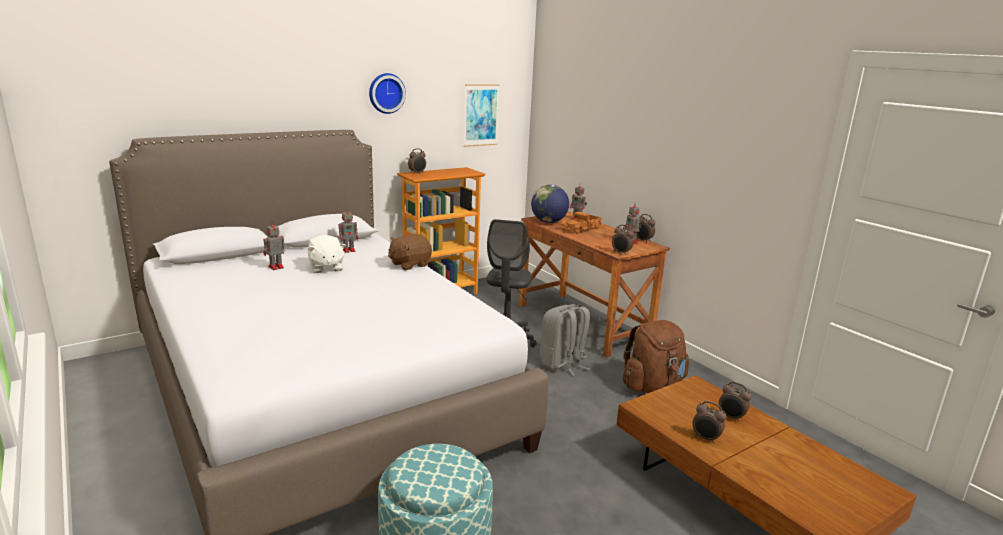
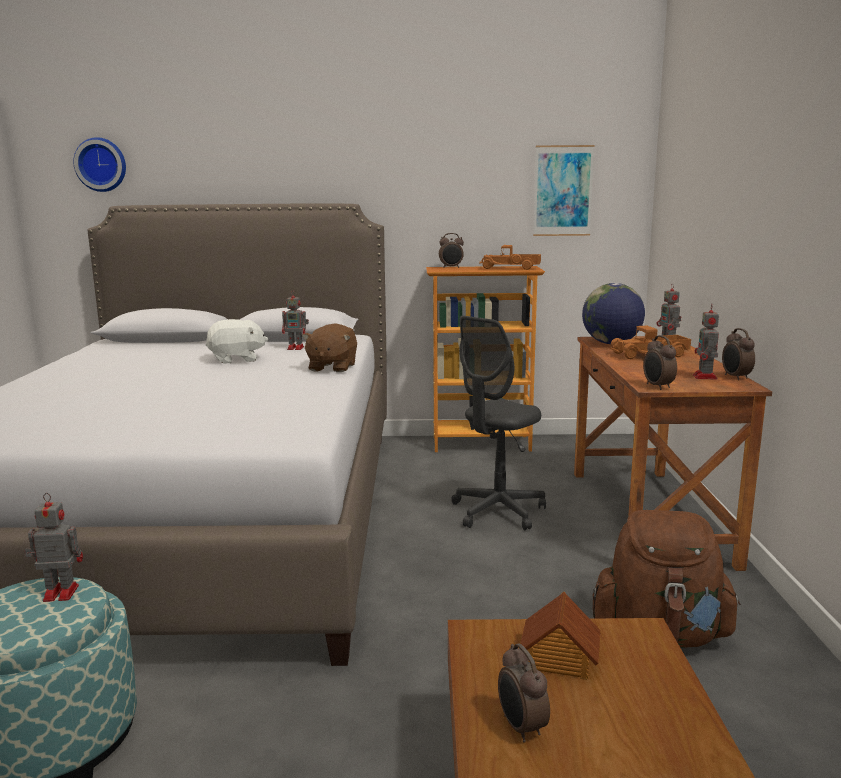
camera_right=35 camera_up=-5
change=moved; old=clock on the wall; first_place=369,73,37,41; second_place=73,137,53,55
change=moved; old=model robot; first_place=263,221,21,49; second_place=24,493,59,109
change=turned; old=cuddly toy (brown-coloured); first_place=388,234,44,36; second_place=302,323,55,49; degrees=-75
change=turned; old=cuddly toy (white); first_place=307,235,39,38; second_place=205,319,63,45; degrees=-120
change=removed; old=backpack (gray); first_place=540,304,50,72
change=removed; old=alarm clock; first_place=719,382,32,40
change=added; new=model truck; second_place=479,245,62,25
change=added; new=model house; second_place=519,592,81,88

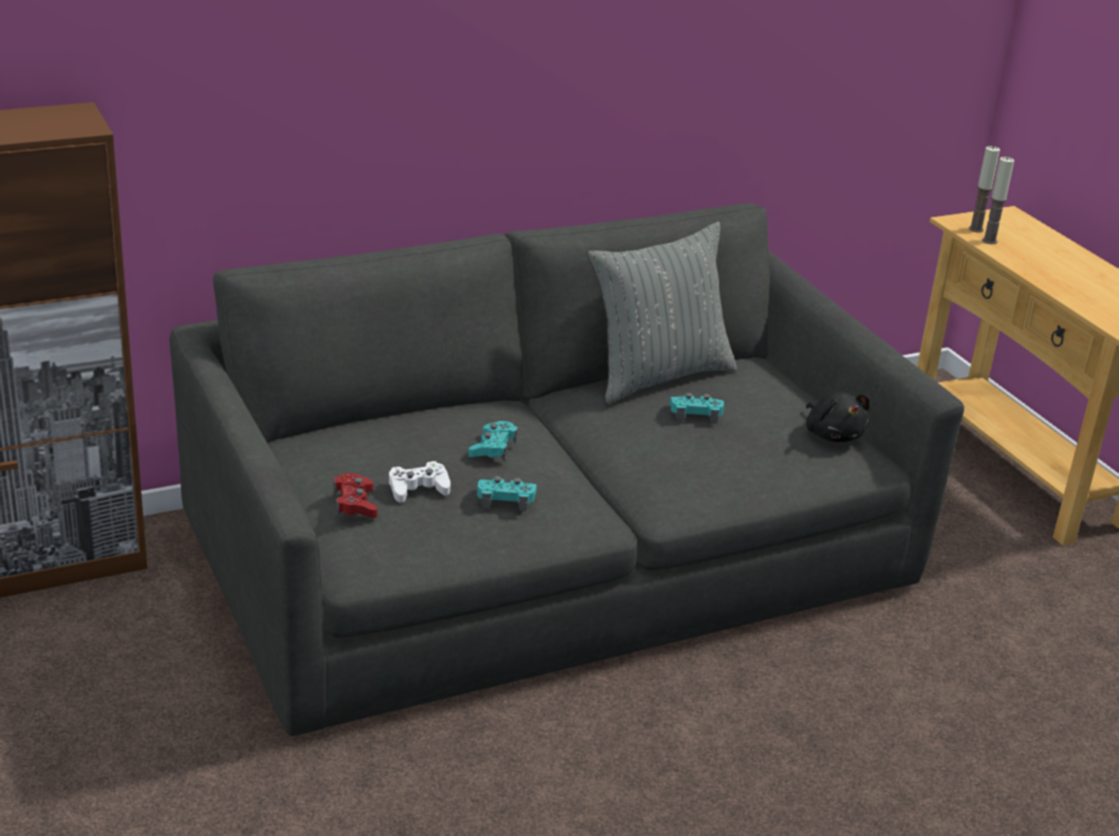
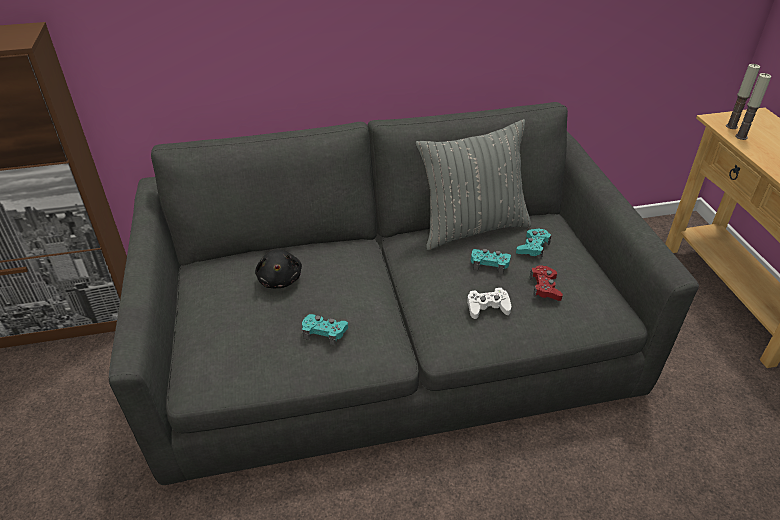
camera_right=15 camera_up=10
change=moved; old=cuddly toy (blackish); first_place=806,391,64,51; second_place=255,249,47,39
change=moved; old=joypad (blue-green); first_place=468,421,50,41; second_place=516,228,35,31
change=moved; old=joypad (white); first_place=389,461,61,42; second_place=467,287,44,32
change=moved; old=joypad (red-coloured); first_place=333,473,45,45; second_place=530,265,33,36

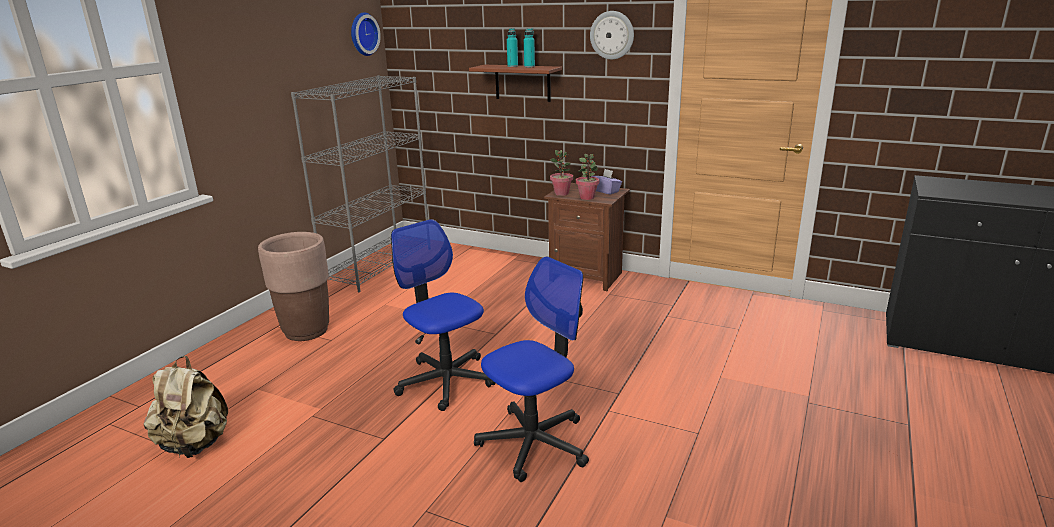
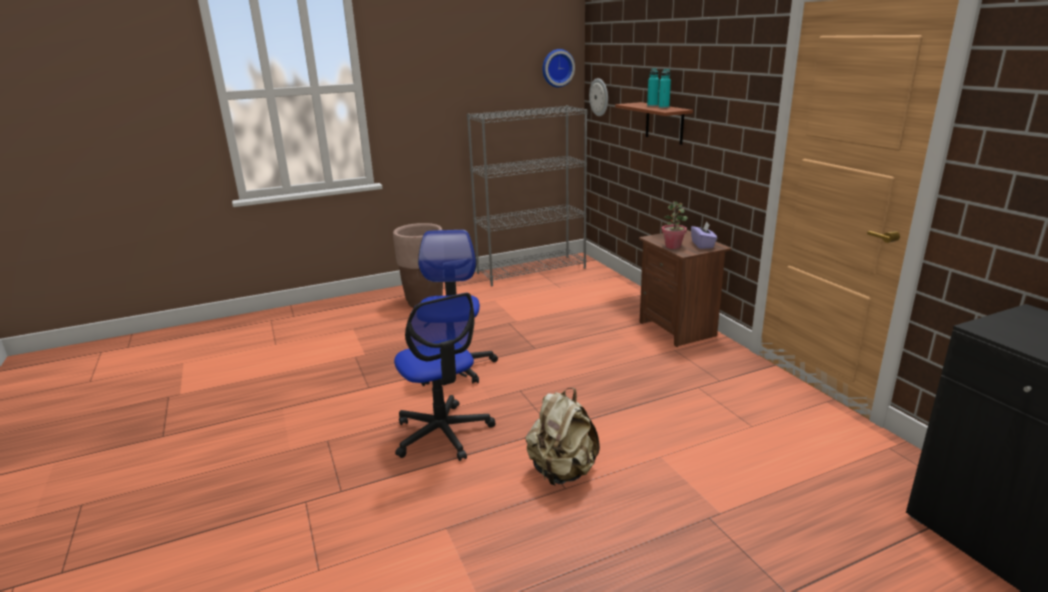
camera_right=40 camera_up=0
change=moved; old=clock on the wall; first_place=590,11,44,49; second_place=589,78,19,38
change=removed; old=houseplant; first_place=550,150,23,46
change=turned; old=office chair; first_place=474,257,115,225; second_place=394,293,101,168; degrees=60
change=moved; old=backpack (beige); first_place=144,356,84,102; second_place=526,388,74,98

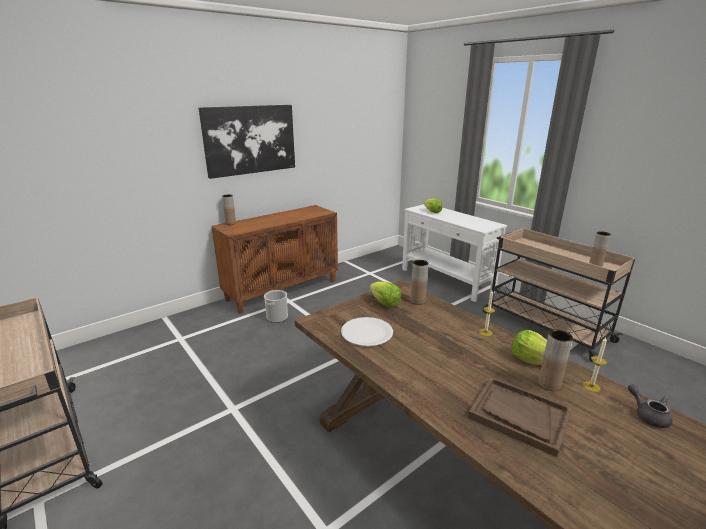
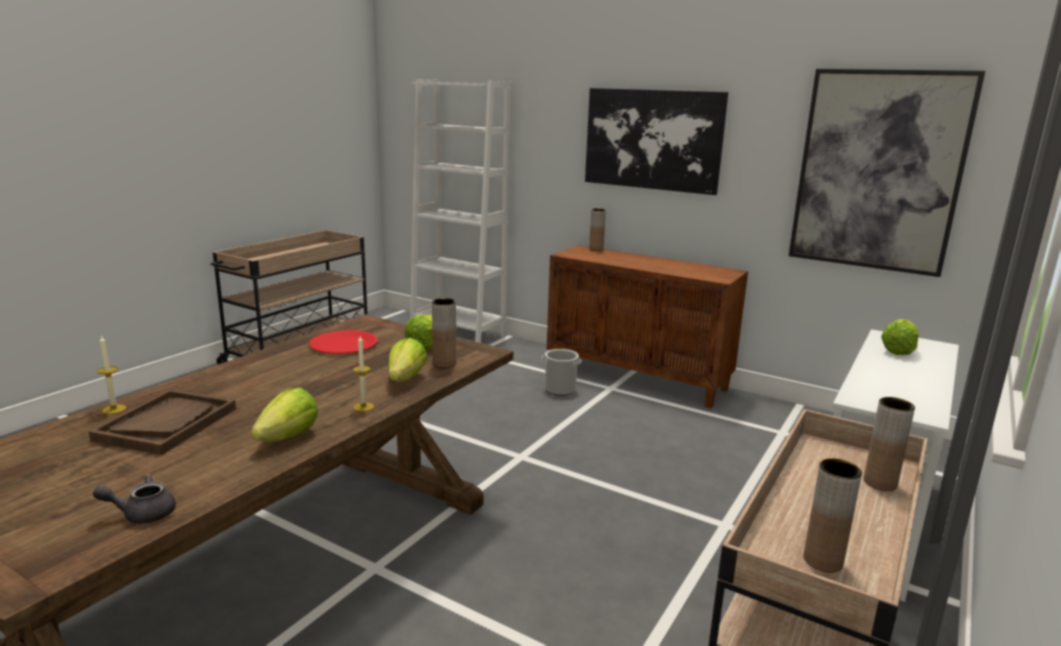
camera_right=70 camera_up=-5
change=recoloured; old=plate (white); new=plate (red-coloured); first_place=341,317,52,29; second_place=309,330,69,24
change=moved; old=decorative vase (brown-coloured); first_place=538,329,35,62; second_place=864,397,51,94
change=moved; old=wax candle; first_place=583,337,24,55; second_place=97,335,29,79
change=turned; old=pot for tea (gray); first_place=628,384,45,44; second_place=93,474,83,50; degrees=-150
change=added; new=picture; second_place=789,69,196,208
change=added; new=shelving unit (white); second_place=410,79,100,264
change=added; new=lettuce; second_place=388,338,39,44

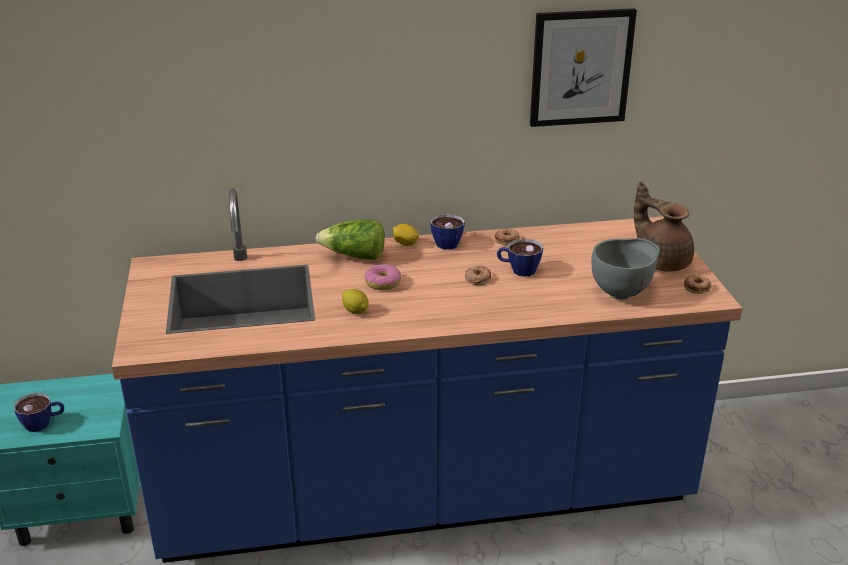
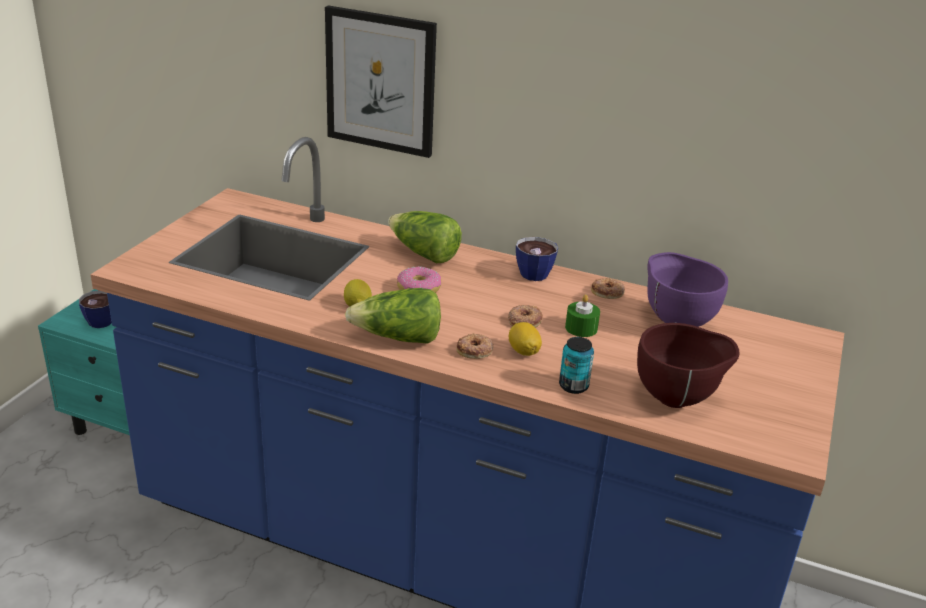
camera_right=30 camera_up=0
change=moved; old=picture; first_place=530,8,107,119; second_place=325,5,112,153
change=removed; old=pot for tea (brown-coloured); first_place=634,182,60,90
change=moved; old=lemon; first_place=393,224,26,22; second_place=509,322,33,34
change=recoloured; old=deep dish (gray); new=deep dish (brown-coloured); first_place=592,238,68,62; second_place=637,323,102,85
change=replaced; old=drinking cup; new=wax candle (greenish); first_place=497,239,46,38; second_place=565,294,35,43
change=moved; old=ring doughnut; first_place=684,275,28,19; second_place=456,333,38,26
change=added; new=deep dish (purple); second_place=647,252,81,75
change=added; new=lettuce; second_place=345,288,96,56
change=added; new=metal can; second_place=559,337,35,57

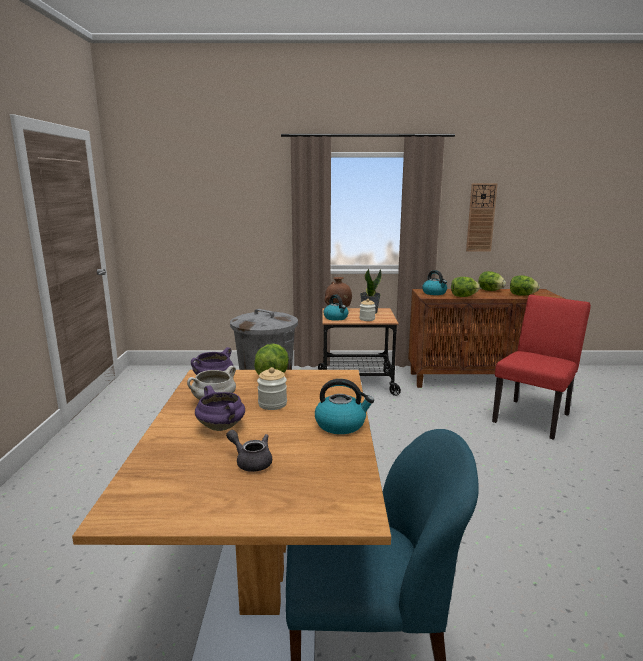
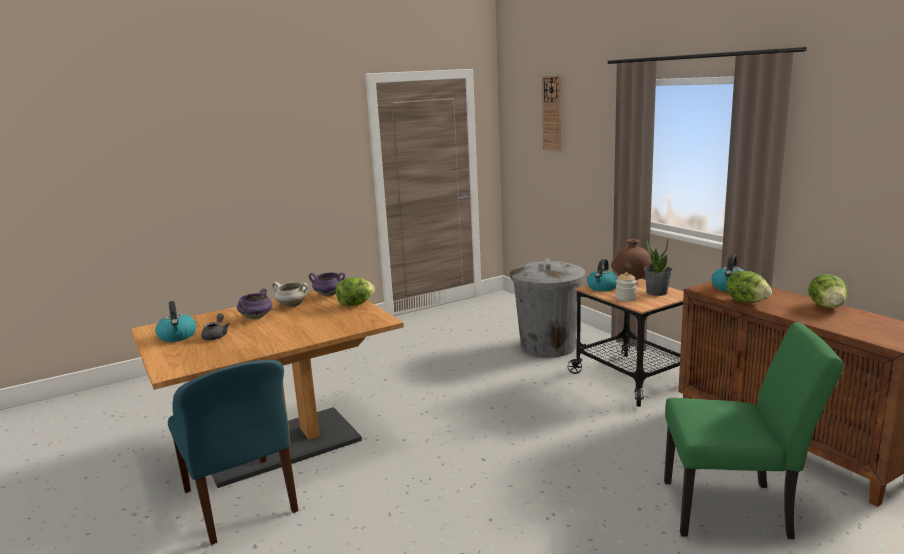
camera_right=60 camera_up=0
change=moved; old=clock on the wall; first_place=466,183,32,69; second_place=542,75,19,76
change=removed; old=lettuce; first_place=510,275,30,21
change=recoloured; old=plain chair (red-coloured); new=plain chair (greenish); first_place=492,295,99,145; second_place=664,322,180,217
change=removed; old=jar; first_place=257,367,30,43
change=moved; old=kettle; first_place=315,379,59,55; second_place=155,301,41,41

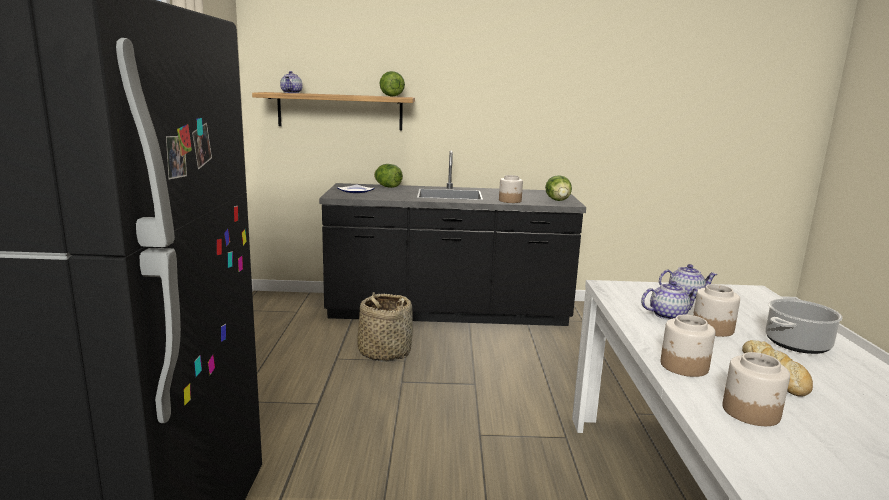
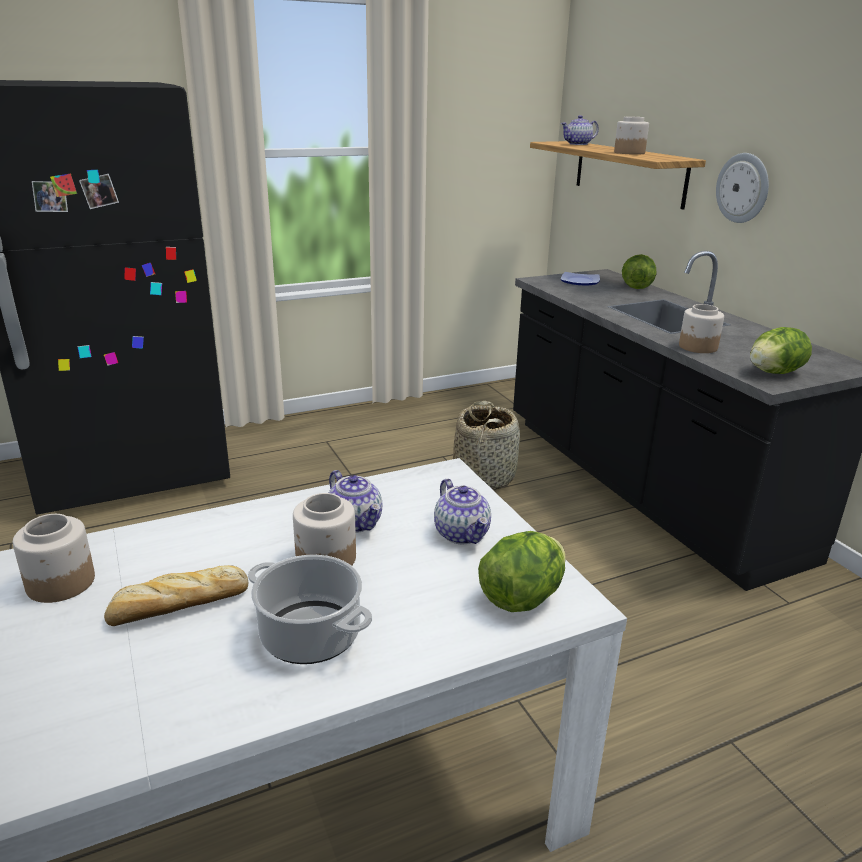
camera_right=65 camera_up=10
change=moved; old=lettuce; first_place=379,71,26,26; second_place=478,531,88,81
change=moved; old=jar; first_place=660,315,56,62; second_place=614,117,35,38
change=added; new=clock on the wall; second_place=716,153,53,70

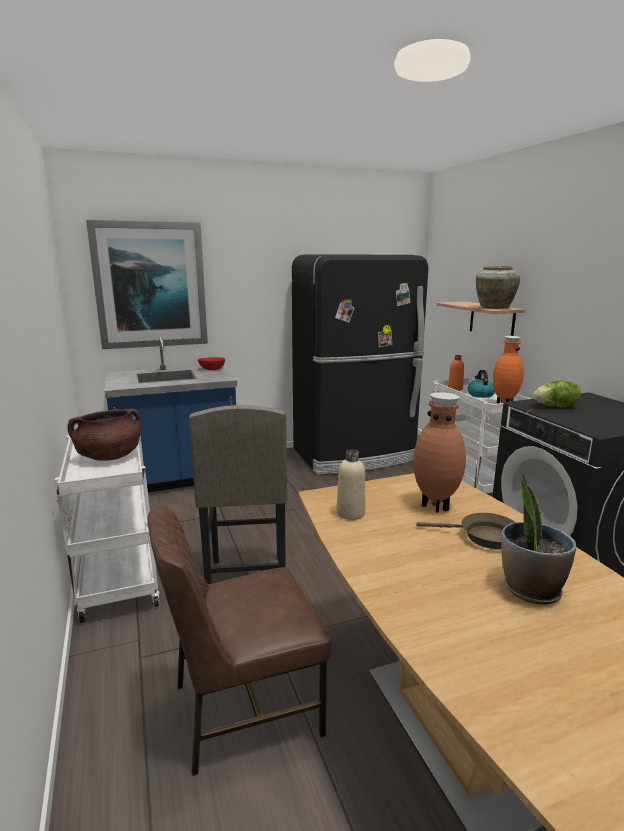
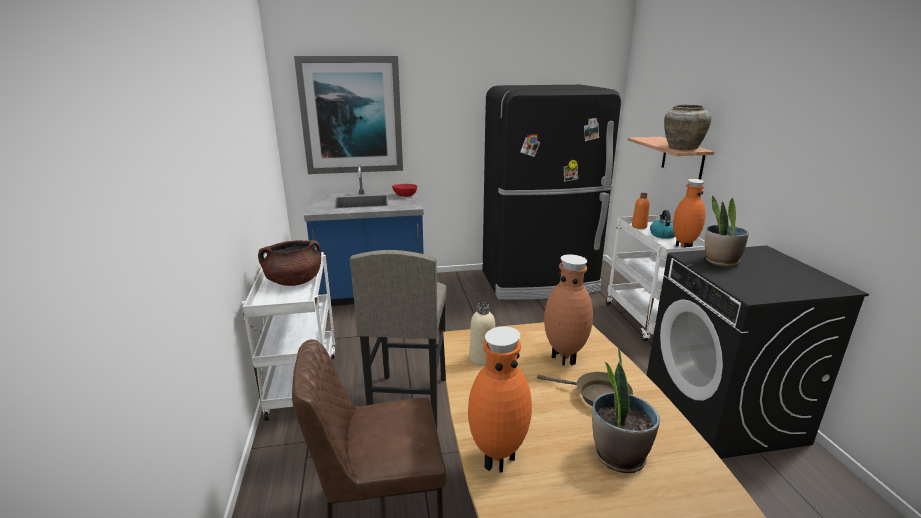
camera_right=10 camera_up=5
change=replaced; old=lettuce; new=houseplant; first_place=533,381,48,26; second_place=705,196,44,71
change=added; new=decorative vase (orange); second_place=468,326,64,146

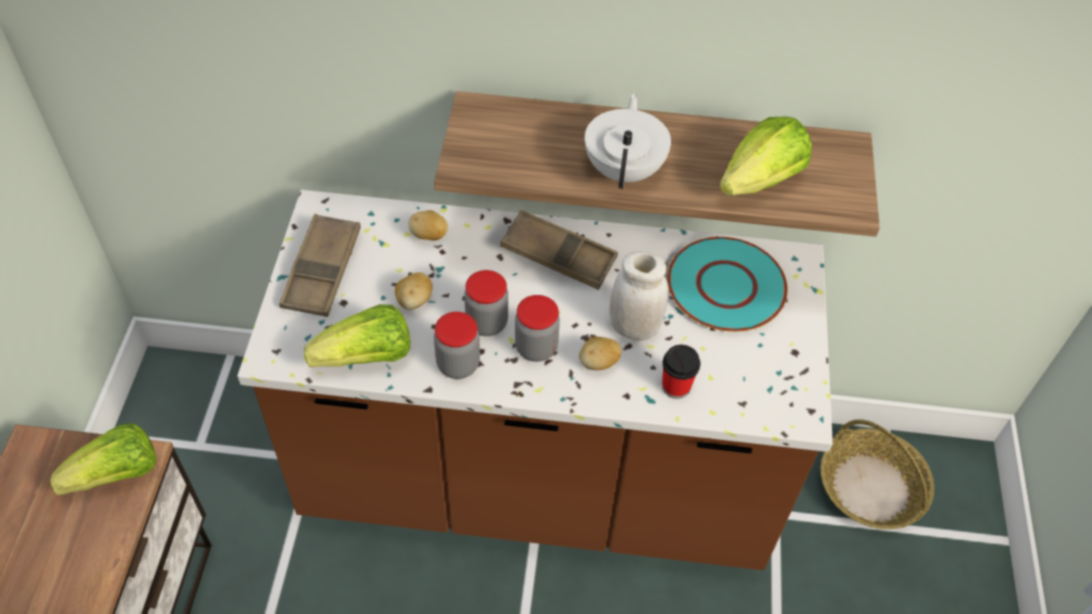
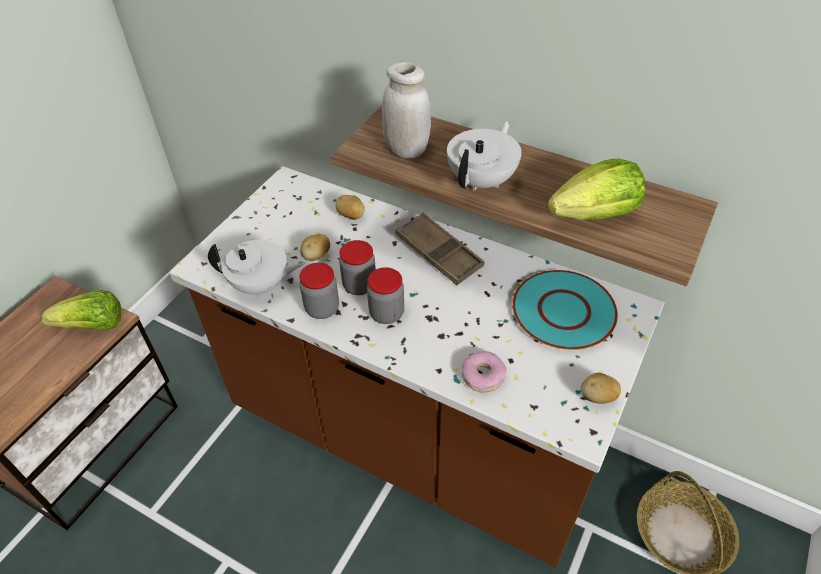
camera_right=25 camera_up=-5
change=removed; old=carrying tray (brown-coloured); first_place=279,214,82,103
change=moved; old=jar (white); first_place=609,251,59,90; second_place=382,61,49,97
change=replaced; old=lettuce; new=pot for tea (white); first_place=304,304,106,63; second_place=208,240,96,57
change=moved; old=potato; first_place=579,337,42,33; second_place=581,373,40,31
change=replaced; old=drinking cup; new=ring doughnut; first_place=662,345,39,54; second_place=461,351,45,42

